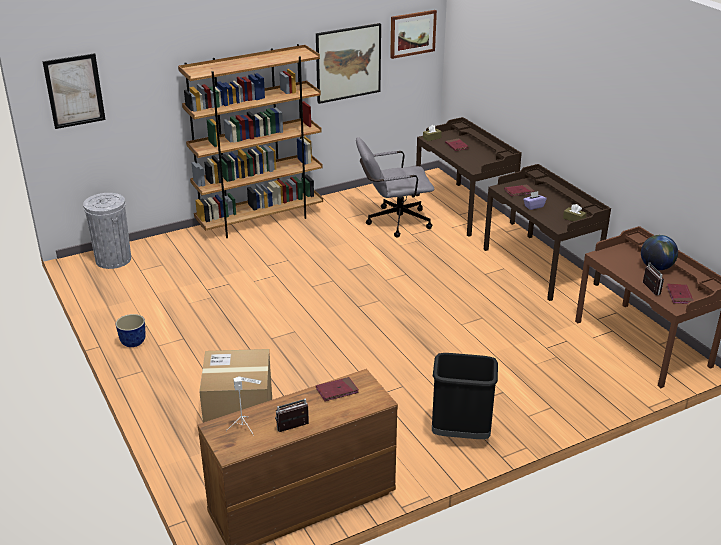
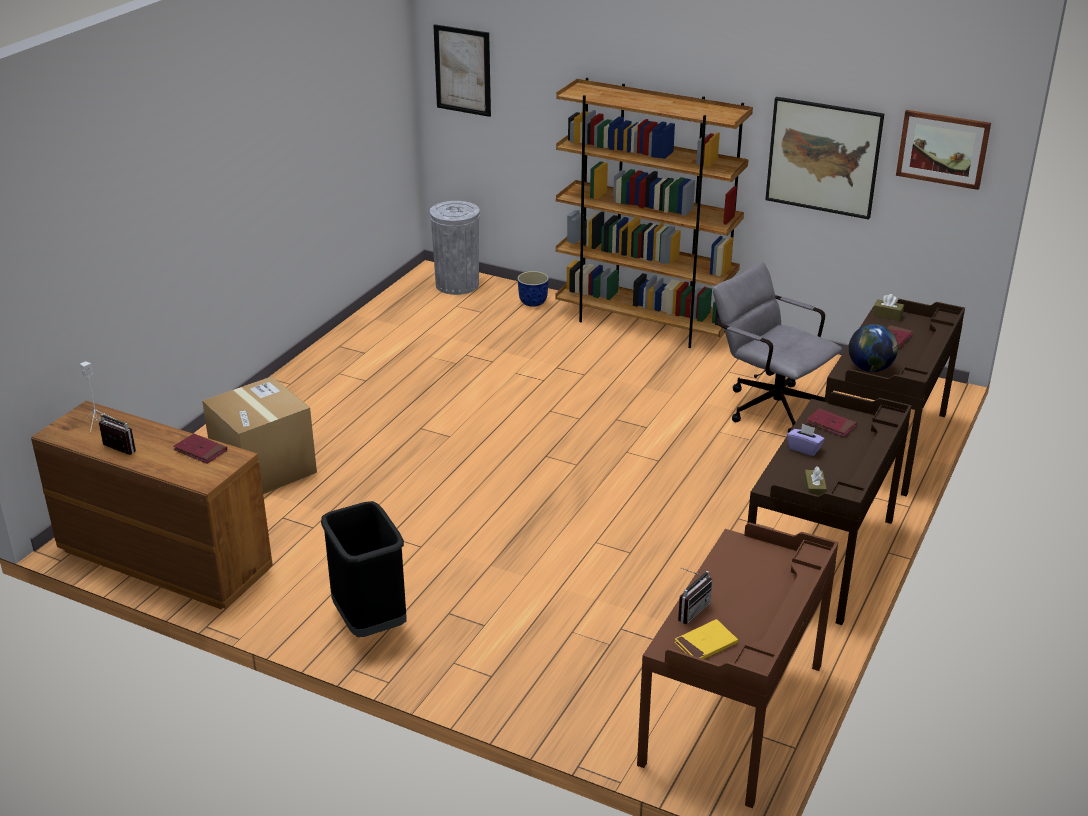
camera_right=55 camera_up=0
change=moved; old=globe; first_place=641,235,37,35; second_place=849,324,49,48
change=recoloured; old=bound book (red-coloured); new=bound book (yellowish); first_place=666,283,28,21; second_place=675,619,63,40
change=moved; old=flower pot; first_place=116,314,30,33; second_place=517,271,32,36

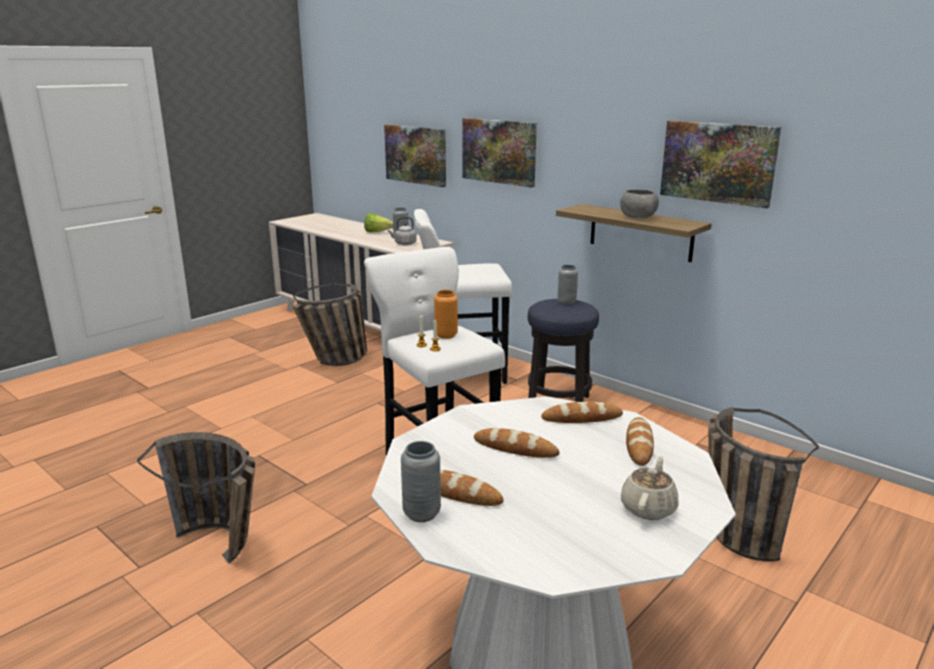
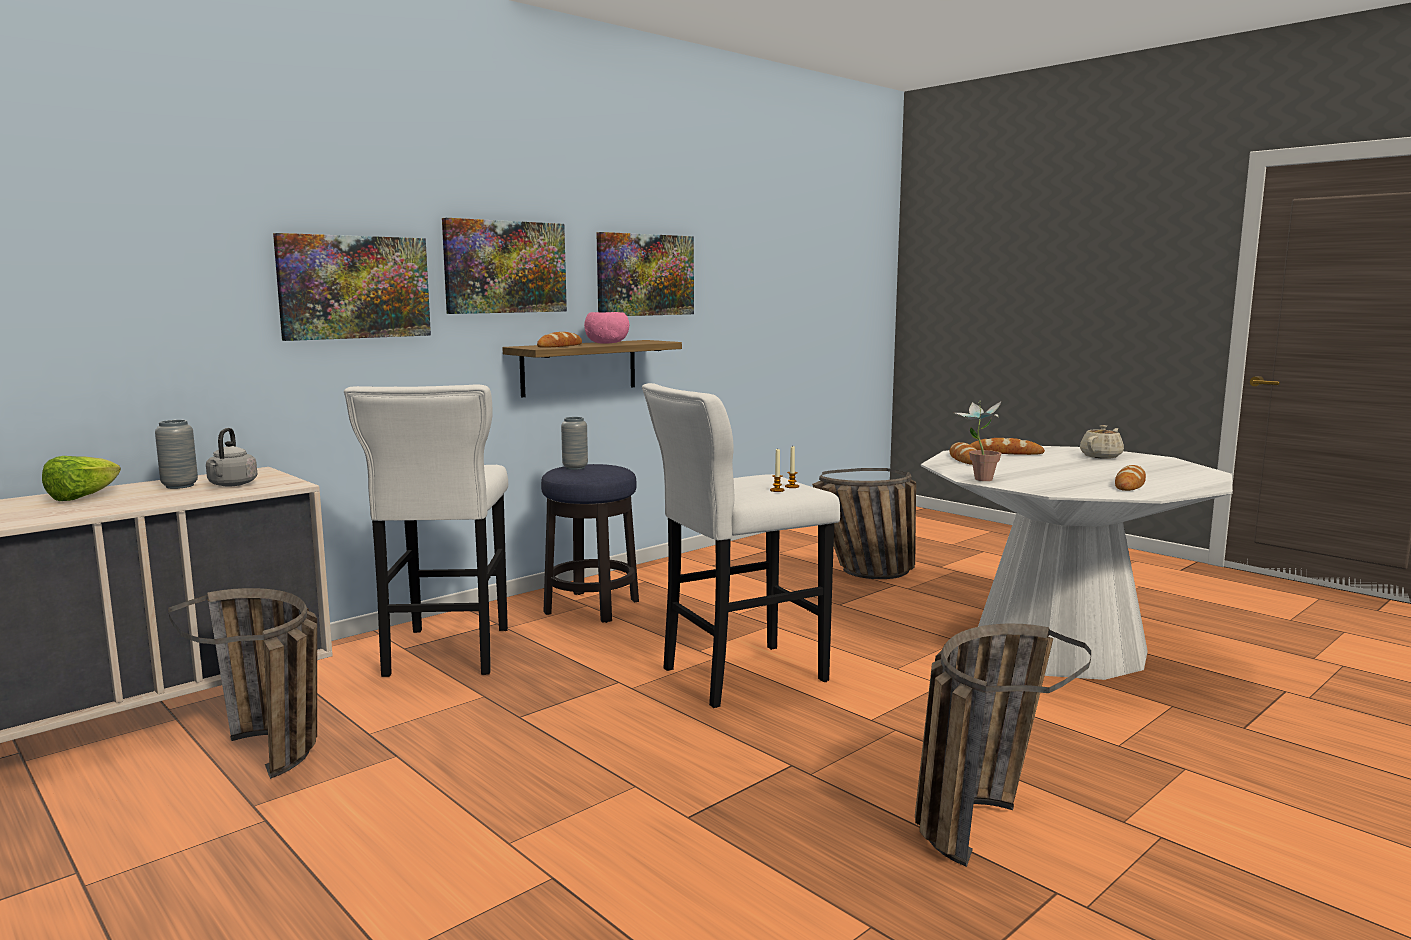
camera_right=-85 camera_up=-10
change=moved; old=picture; first_place=384,125,62,62; second_place=442,218,125,96
change=recoloured; old=deep dish (gray); new=deep dish (pink); first_place=620,189,39,30; second_place=584,312,45,32
change=removed; old=decorative vase (orange); first_place=434,290,24,49
change=moved; old=bread; first_place=474,428,85,30; second_place=537,332,45,16
change=removed; old=decorative vase (gray); first_place=401,441,40,81
change=turned; old=pot for tea (beige); first_place=621,456,57,64; second_place=1080,425,44,34; degrees=105
change=added; new=houseplant; second_place=952,401,50,80

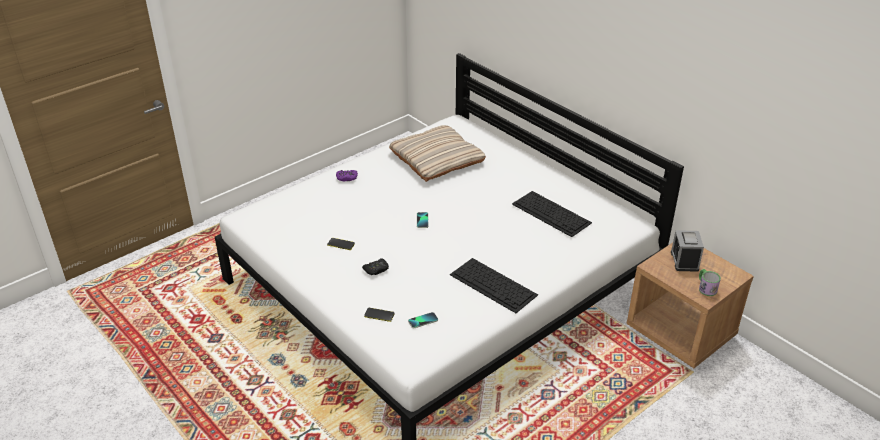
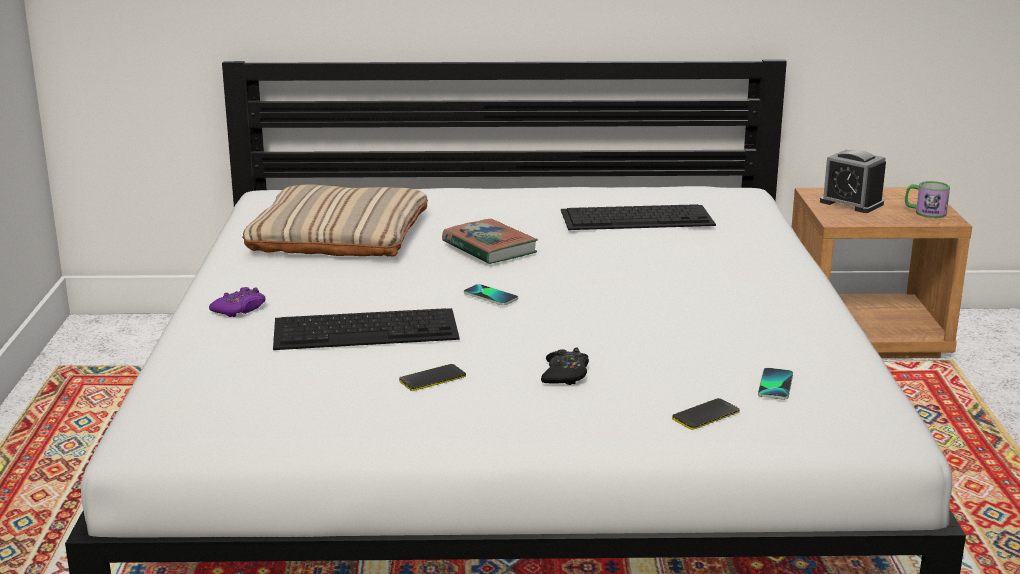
camera_right=-50 camera_up=-15
change=moved; old=keyboard; first_place=450,258,88,55; second_place=273,308,187,42
change=added; new=bound book; second_place=442,219,96,45

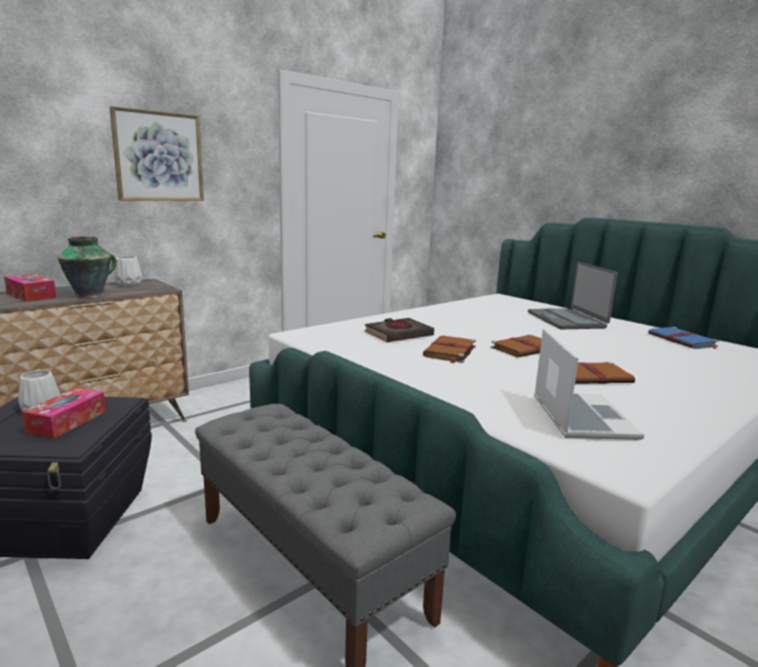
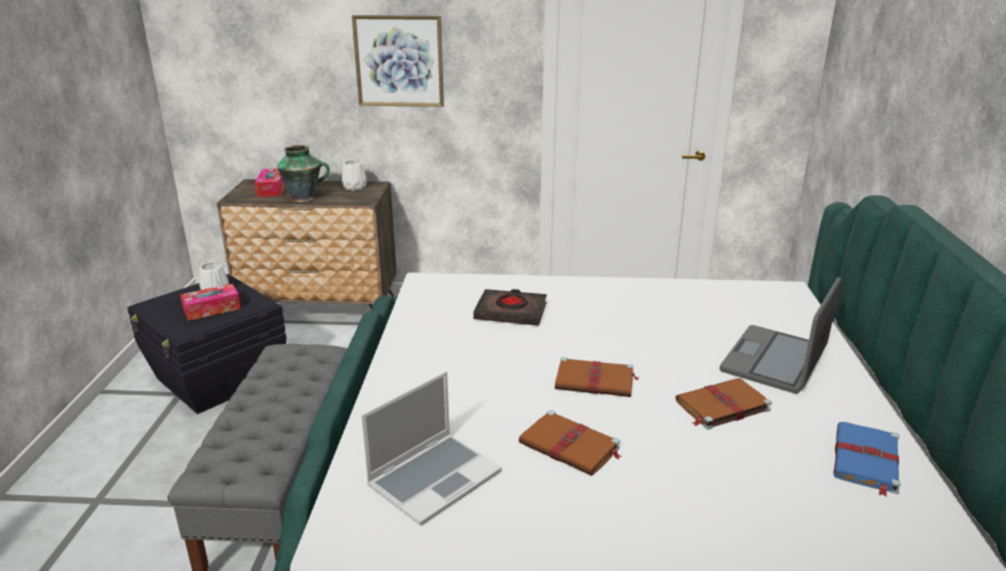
camera_right=45 camera_up=10
change=moved; old=bound book (brown-coloured); first_place=423,336,53,28; second_place=676,378,96,52

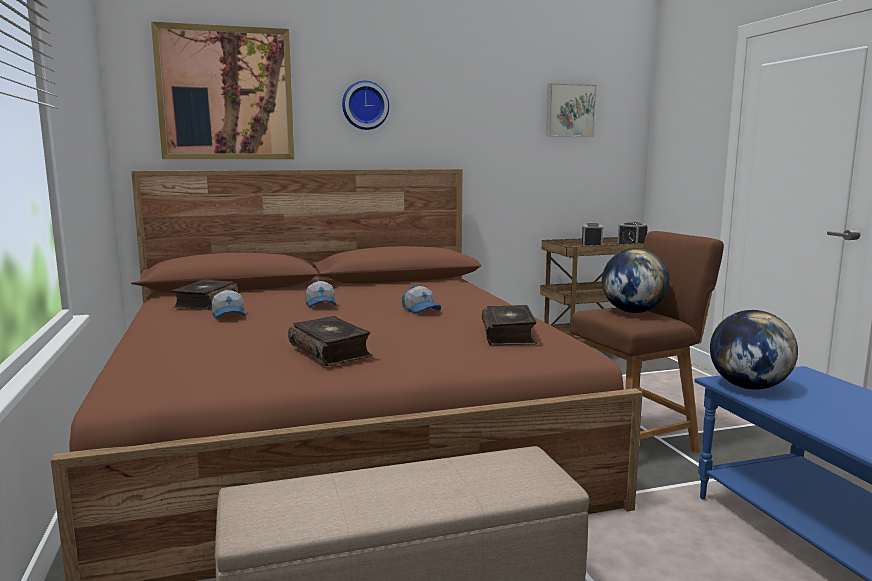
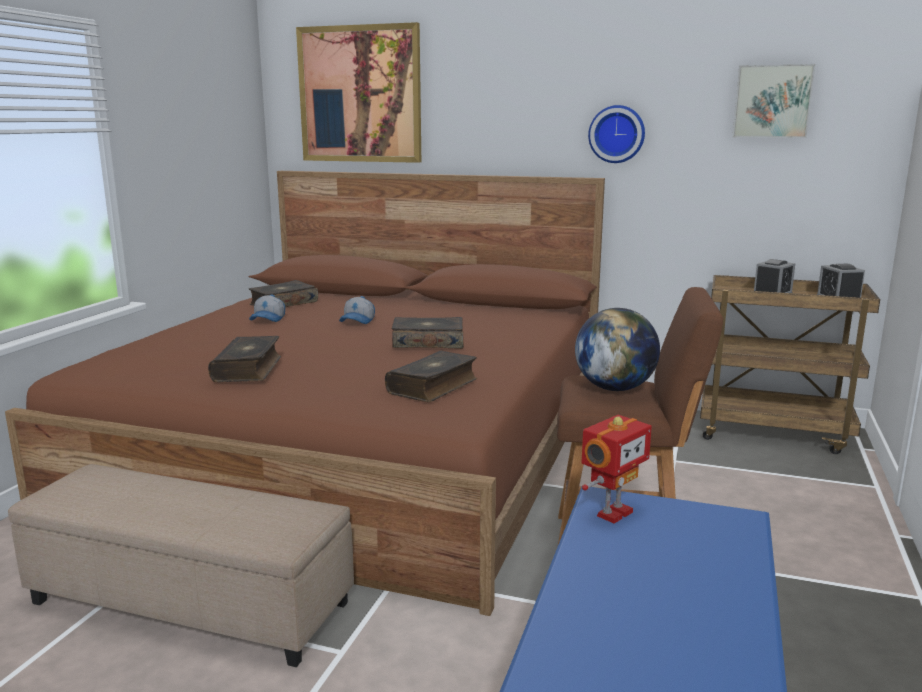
camera_right=35 camera_up=5
change=moved; old=clock on the wall; first_place=342,81,47,49; second_place=588,105,57,58
change=replaced; old=baseball cap; new=bound book; first_place=402,286,39,27; second_place=392,317,72,32
change=replaced; old=globe; new=model robot; first_place=710,310,88,80; second_place=581,415,71,108

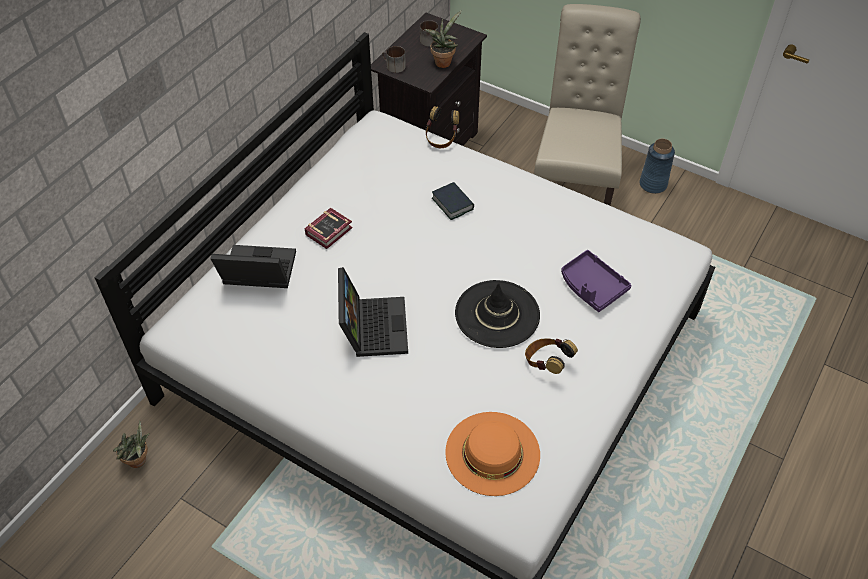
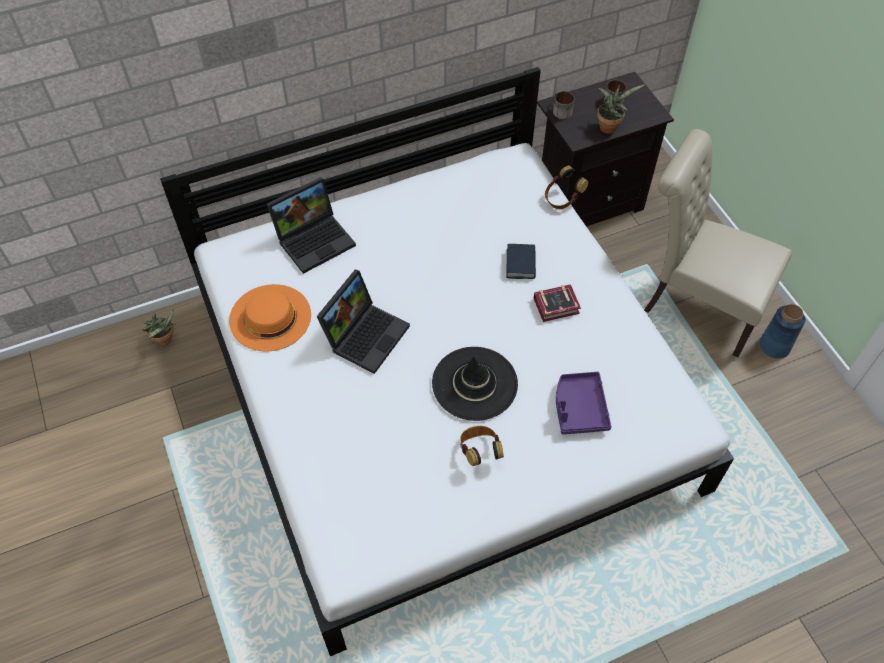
camera_right=35 camera_up=5
change=turned; old=plain chair (beige); first_place=534,4,107,201; second_place=644,129,149,229; degrees=-105
change=moved; old=bound book; first_place=305,208,48,41; second_place=534,284,47,38
change=turned; old=notebook computer; first_place=211,245,85,43; second_place=267,177,89,97; degrees=105
change=moved; old=hat (orange); first_place=445,412,95,84; second_place=229,284,82,68

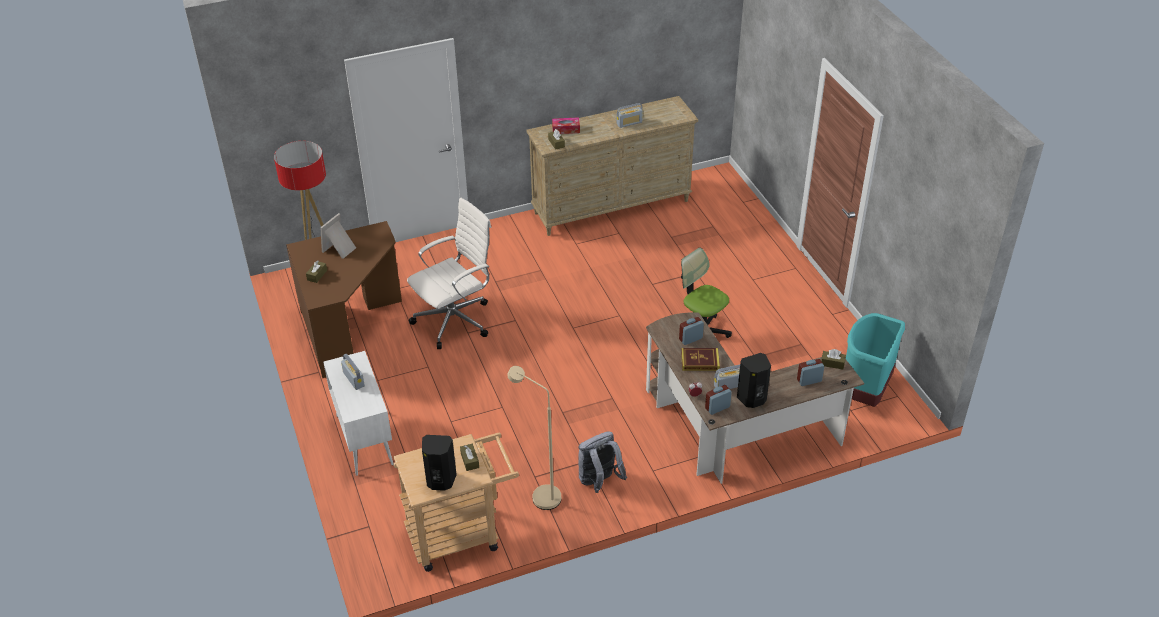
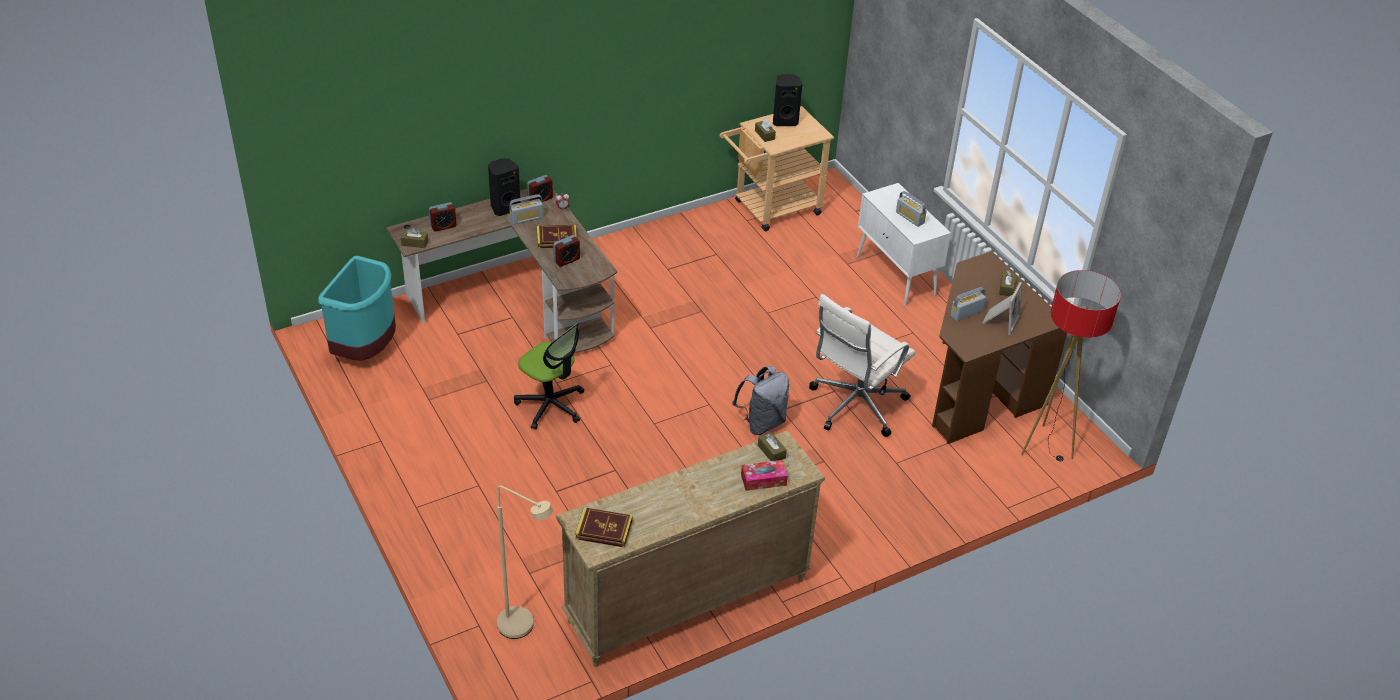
camera_right=170 camera_up=0
change=moved; old=radio; first_place=617,103,26,25; second_place=950,287,36,34
change=moved; old=floor lamp (beige); first_place=507,366,54,144; second_place=497,486,56,153
change=moved; old=backpack (gray); first_place=578,431,49,62; second_place=732,366,57,69
change=added; new=bound book; second_place=575,507,58,41

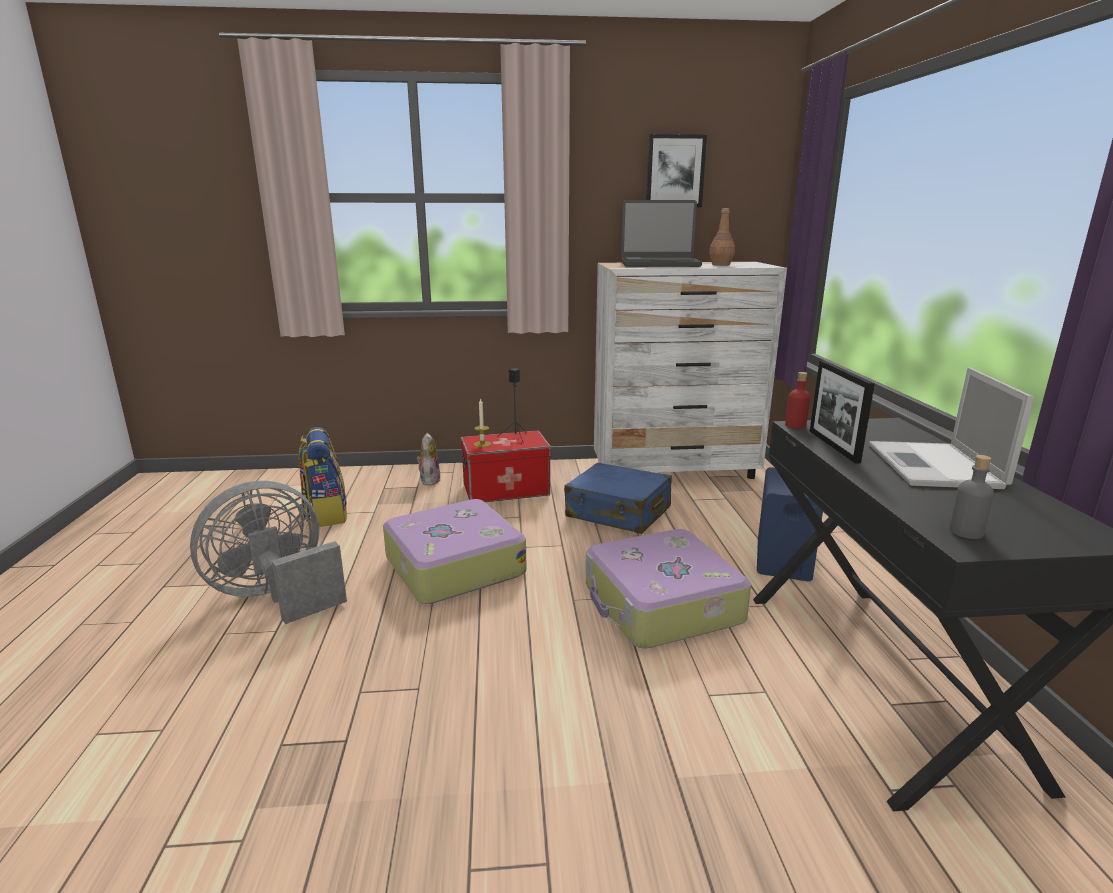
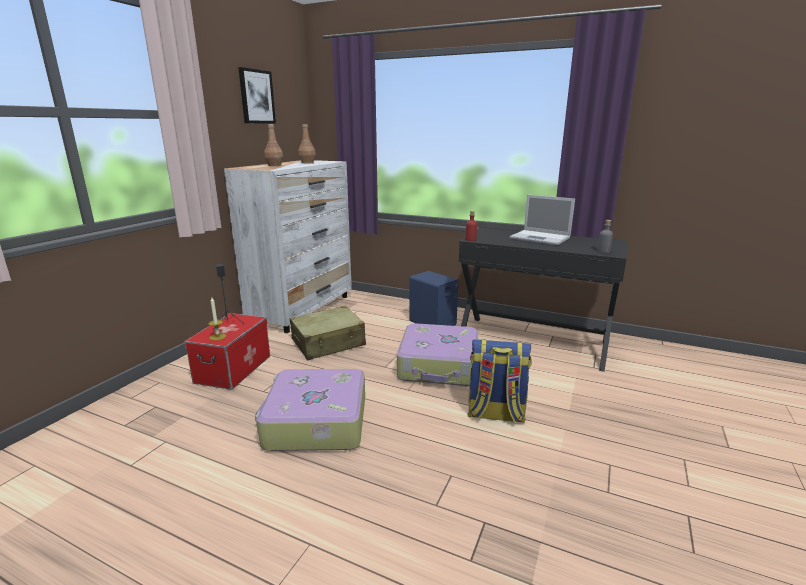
camera_right=-60 camera_up=0
change=replaced; old=notebook computer; new=beverage bottle (brown-coloured); first_place=621,200,81,67; second_place=264,124,19,42
change=removed; old=picture frame; first_place=810,360,65,104
change=moved; old=backpack; first_place=299,427,48,100; second_place=468,339,64,84
change=removed; old=cuddly toy; first_place=416,433,25,52
change=recoloured; old=suitcase (blue); new=suitcase (beige); first_place=564,462,108,72; second_place=290,306,76,54
change=removed; old=electric fan (gray); first_place=190,481,157,143

